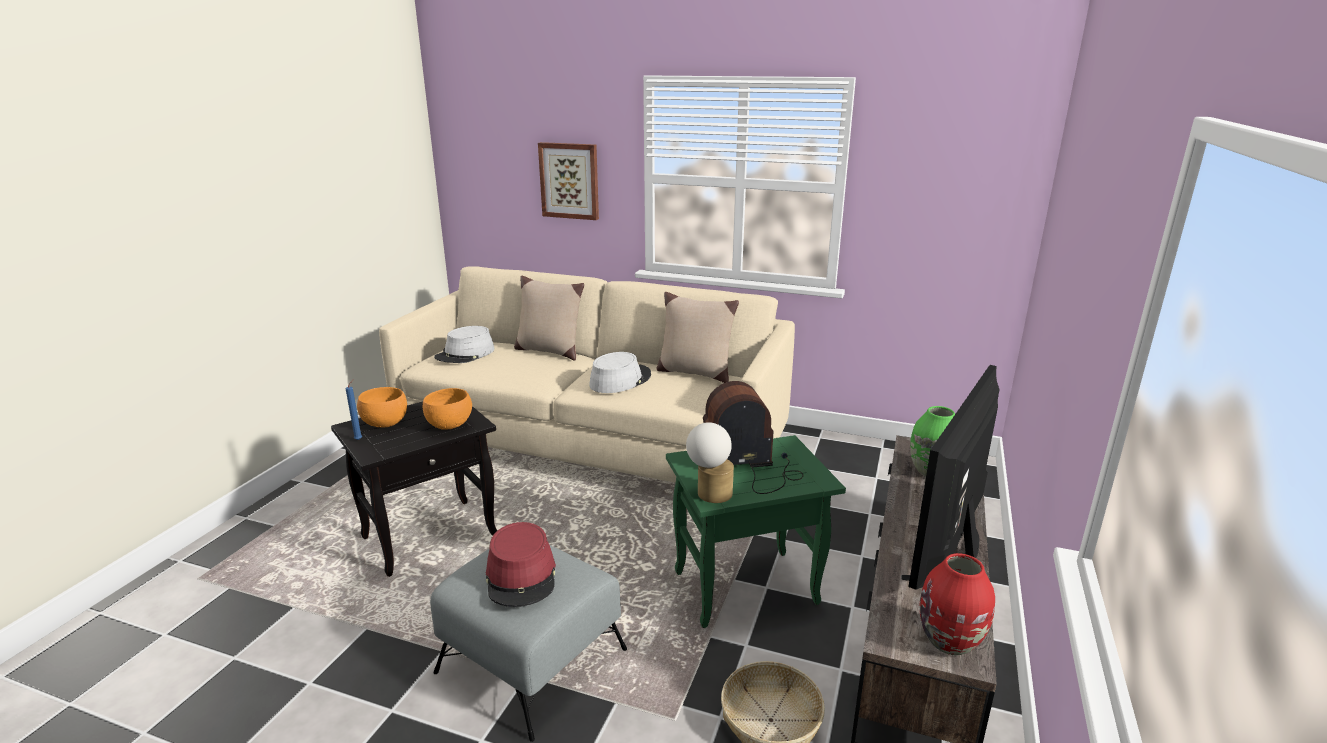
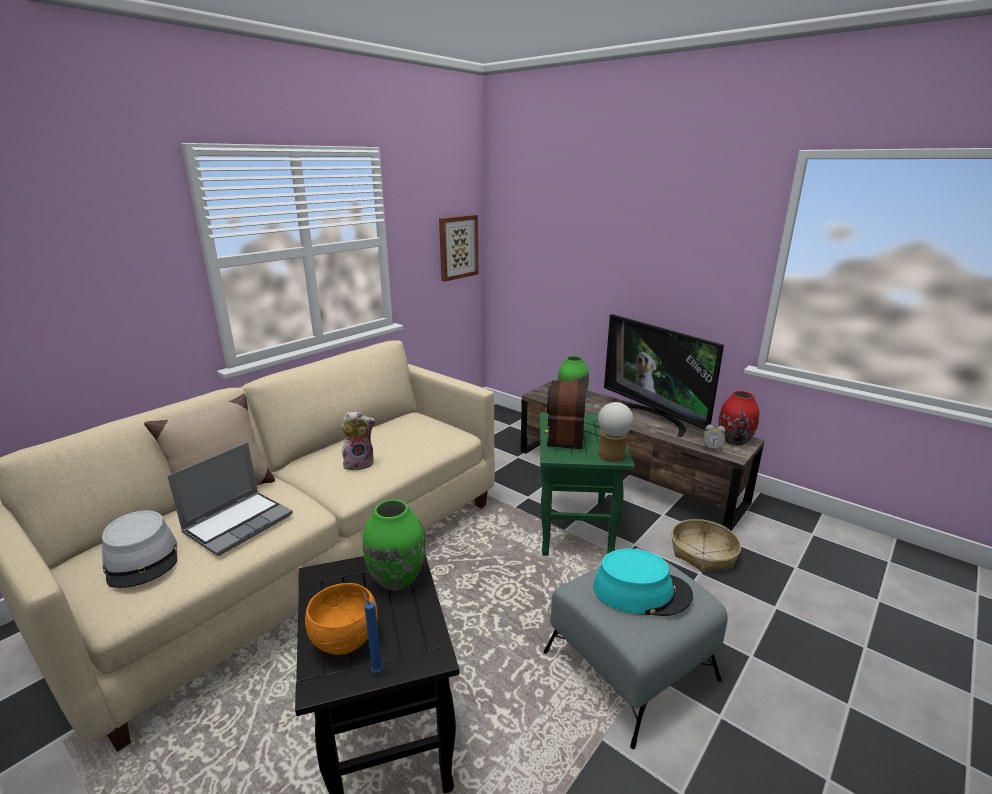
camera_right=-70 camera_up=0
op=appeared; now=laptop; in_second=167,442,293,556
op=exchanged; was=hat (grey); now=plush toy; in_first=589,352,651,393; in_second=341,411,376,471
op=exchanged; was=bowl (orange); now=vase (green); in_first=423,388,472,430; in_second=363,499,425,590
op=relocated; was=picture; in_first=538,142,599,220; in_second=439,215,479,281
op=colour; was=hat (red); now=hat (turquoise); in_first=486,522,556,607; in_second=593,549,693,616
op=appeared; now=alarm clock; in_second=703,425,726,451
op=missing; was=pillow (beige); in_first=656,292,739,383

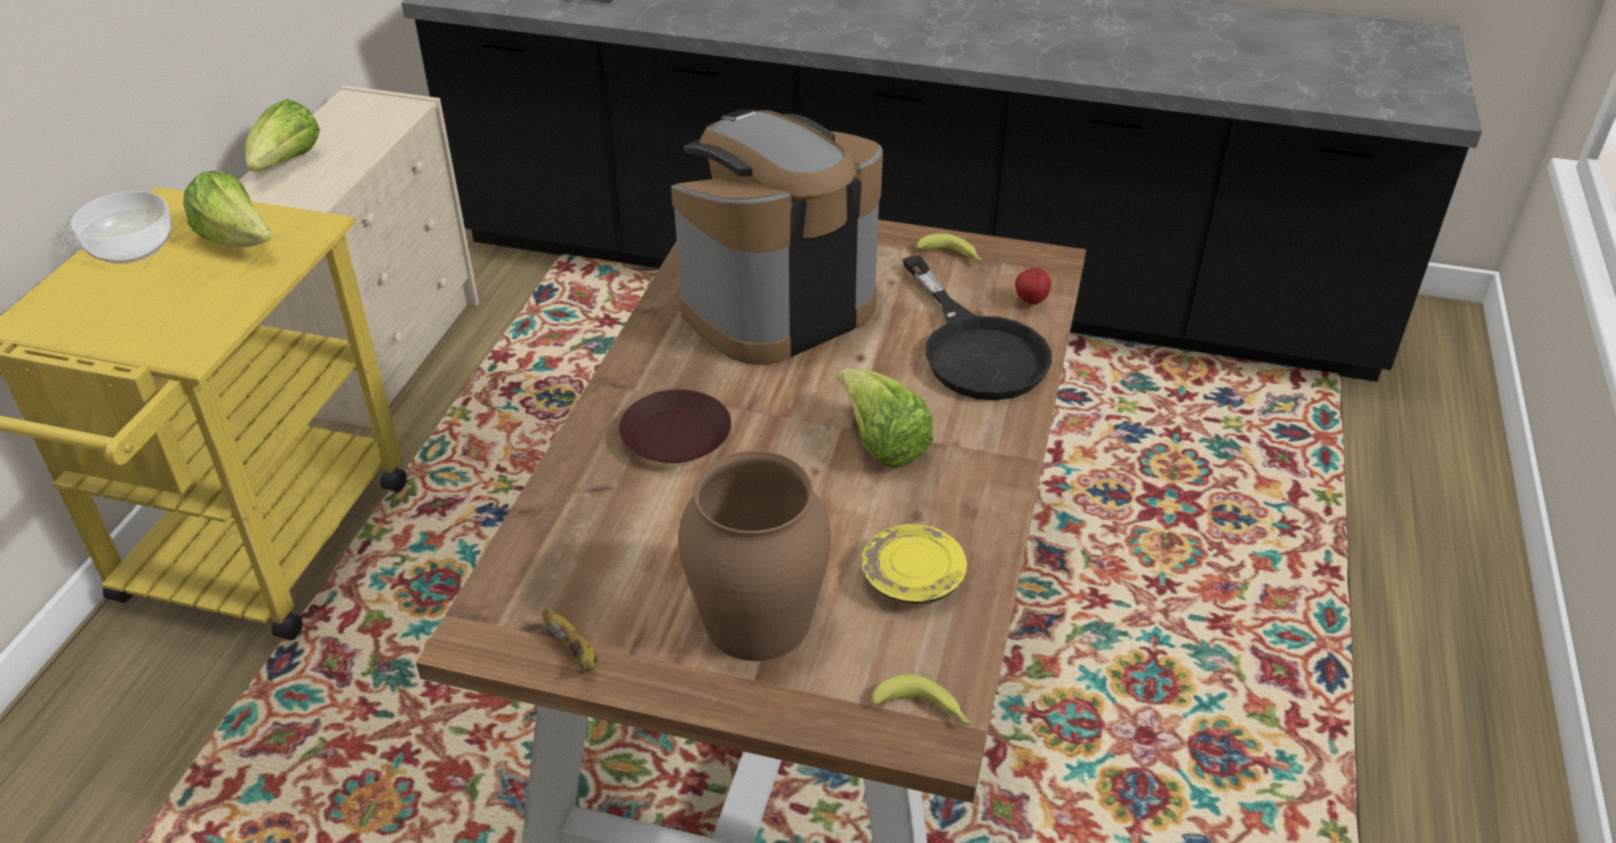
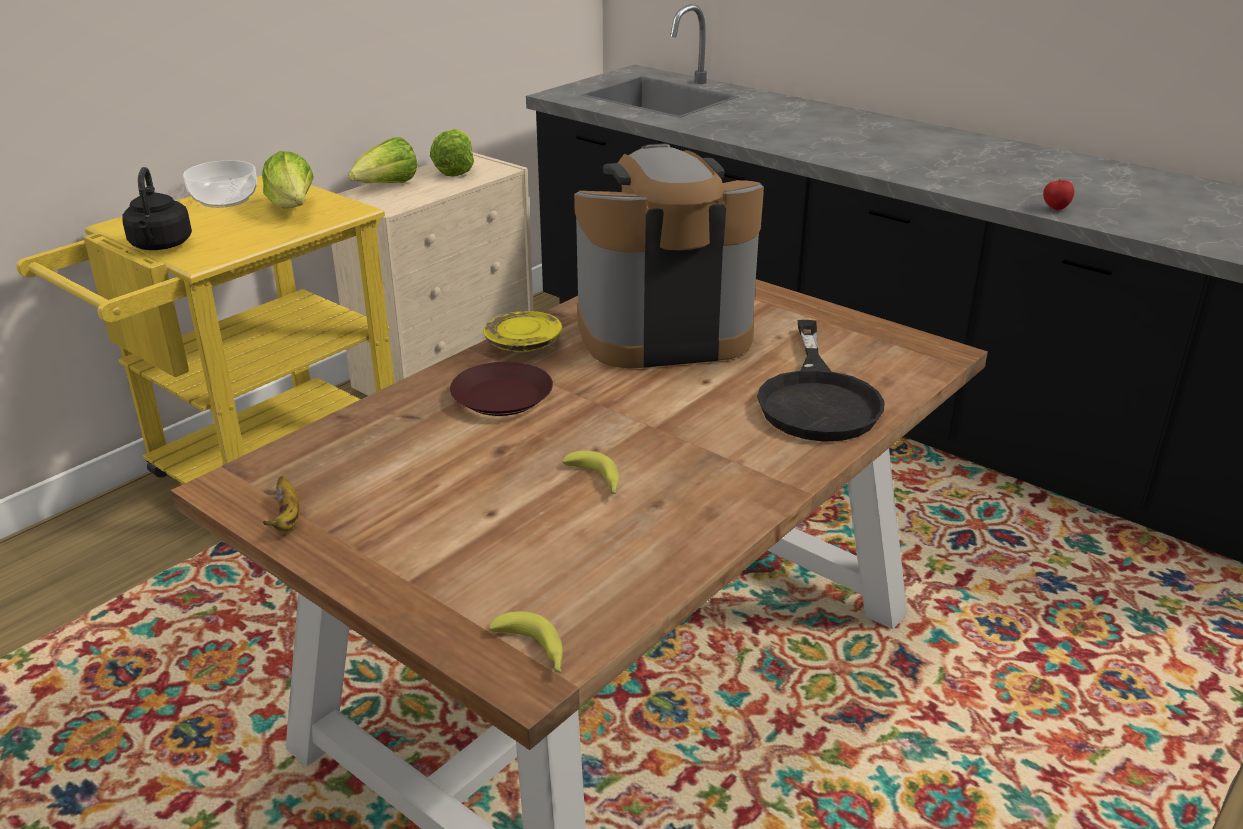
camera_right=25 camera_up=-10
op=appeared; now=kettle (black); in_second=122,167,192,250
op=relocated; was=lettuce; in_first=837,369,933,468; in_second=430,129,474,177
op=relocated; was=plate (yellow); in_first=862,524,967,605; in_second=483,311,562,352
op=relocated; was=banana; in_first=917,233,983,262; in_second=562,451,619,494
op=relocated; was=apple; in_first=1015,268,1051,305; in_second=1043,179,1074,210
op=missing; was=vase (brown); in_first=678,451,831,661

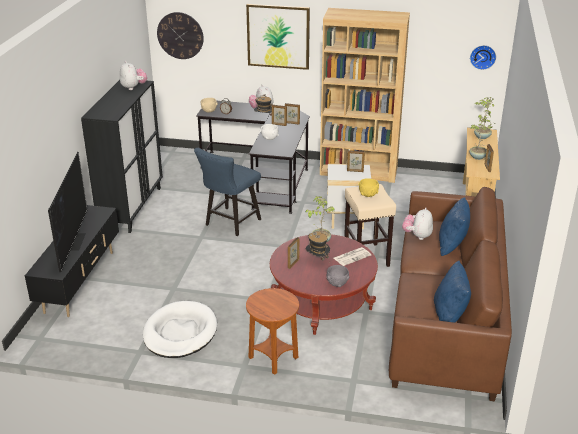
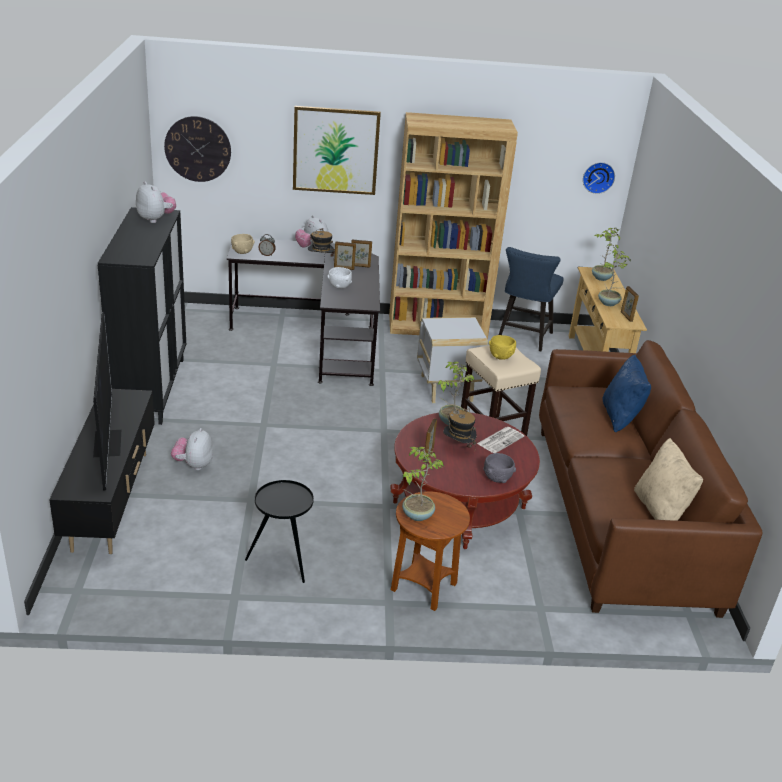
camera_right=-15 camera_up=0
op=relocated; was=plush toy; in_first=402,208,433,240; in_second=171,428,213,470
op=exchanged; was=dog bed (white); now=side table (black); in_first=143,301,217,358; in_second=245,480,314,583
op=appeared; now=potted plant; in_second=402,447,444,521
op=relocated; was=chair (blue); in_first=194,148,261,236; in_second=499,247,563,351
op=colour; was=pillow (blue); now=pillow (beige); in_first=434,261,471,323; in_second=634,438,703,521
op=missing; was=picture frame; in_first=347,150,365,172

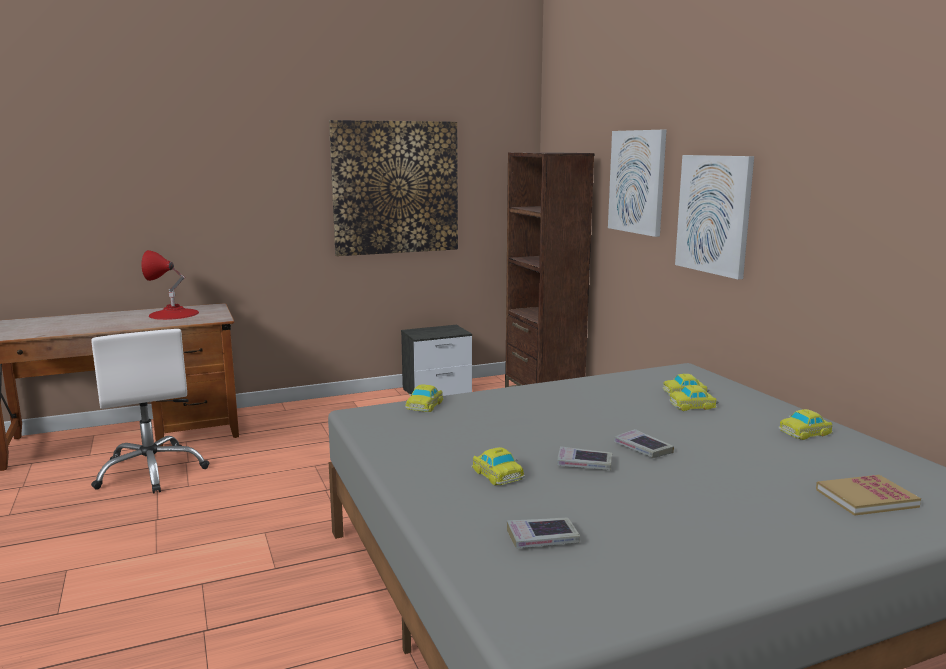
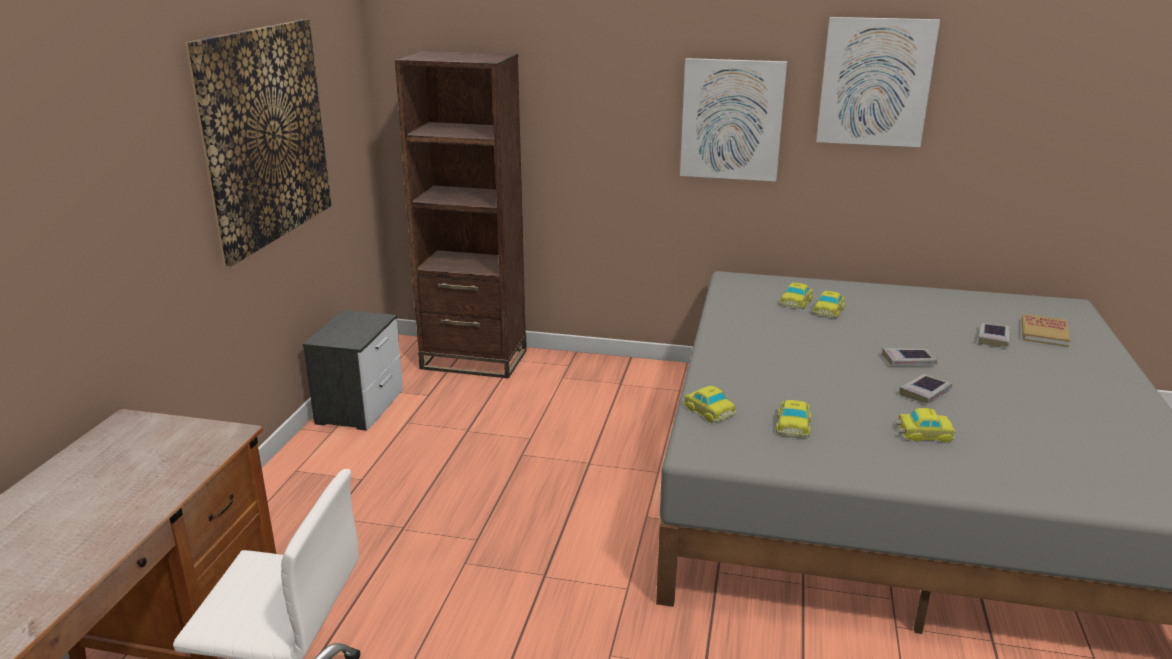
camera_right=-55 camera_up=10
op=relocated; was=toy car; in_first=779,409,833,440; in_second=776,400,811,437
op=relocated; was=picture; in_first=608,130,666,237; in_second=816,17,940,147
op=relocated; was=book; in_first=507,518,580,548; in_second=978,323,1010,347
op=missing; was=table lamp (red); in_first=141,250,199,320

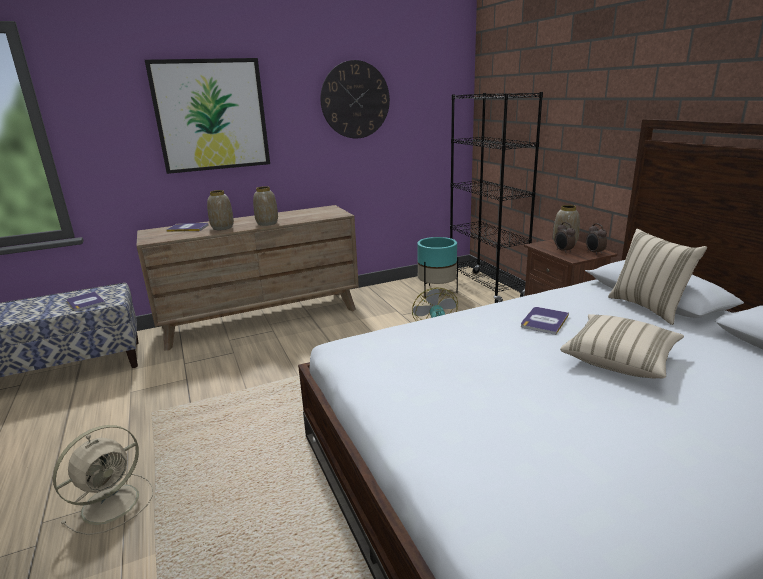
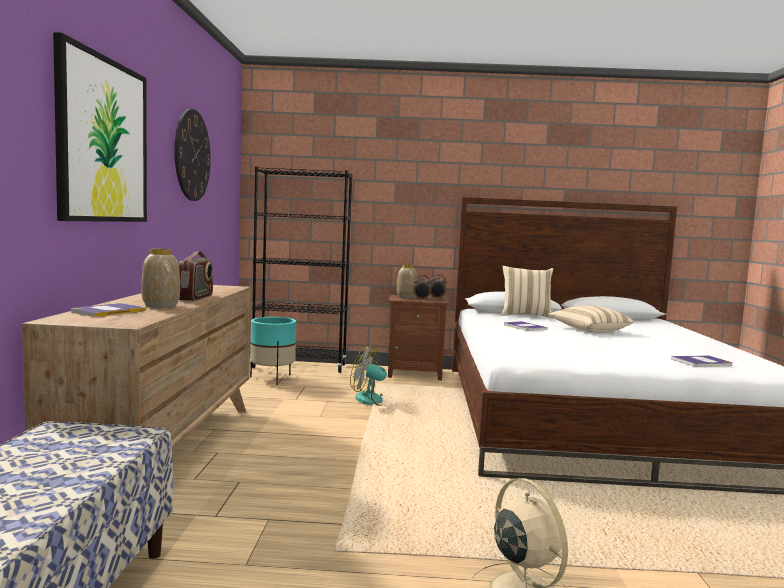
camera_right=-65 camera_up=-15
op=exchanged; was=vase; now=radio; in_first=253,186,278,226; in_second=178,251,213,301
op=relocated; was=book; in_first=66,291,106,311; in_second=671,355,733,367

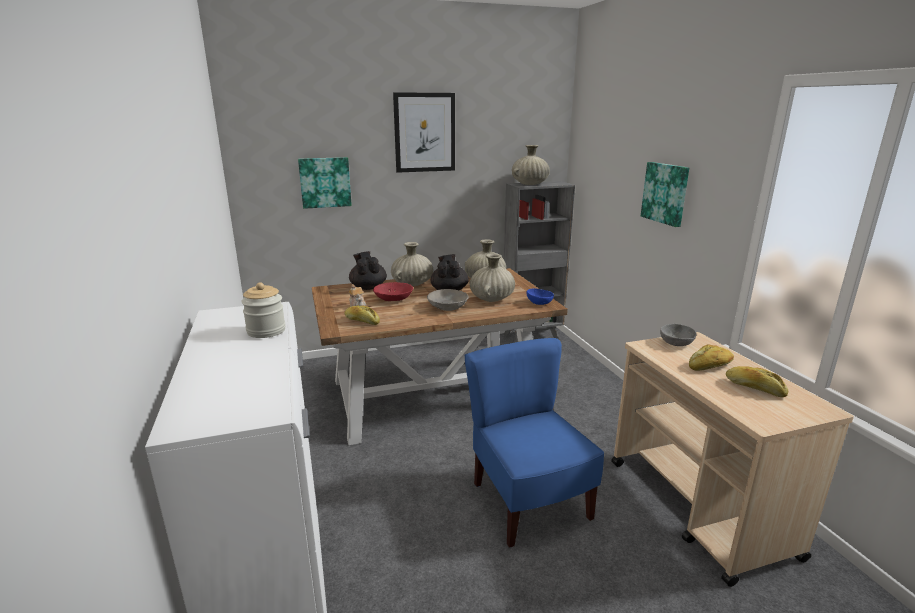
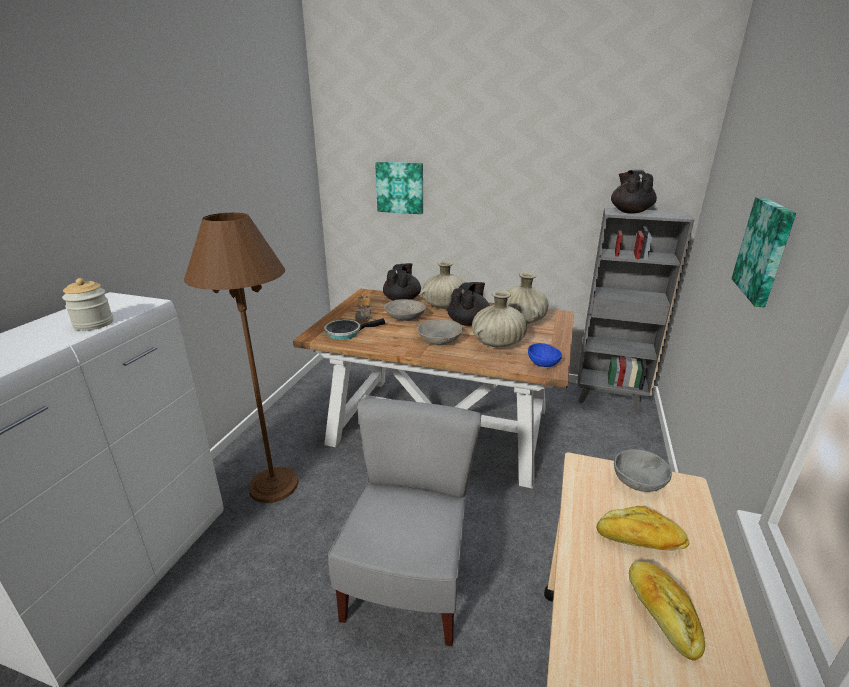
camera_right=35 camera_up=5
op=appeared; now=floor lamp (brown); in_second=184,213,299,503
op=exchanged; was=bread; now=frying pan; in_first=345,306,380,325; in_second=324,318,385,340
op=colour; was=chair (blue); now=chair (grey); in_first=465,338,604,548; in_second=328,398,481,647
op=colour; was=bowl (red); now=bowl (grey); in_first=373,282,413,301; in_second=384,299,426,321
op=exchanged; was=vase (beige); now=teapot (black); in_first=512,145,550,185; in_second=611,169,657,214
op=missing; was=picture; in_first=393,92,455,173

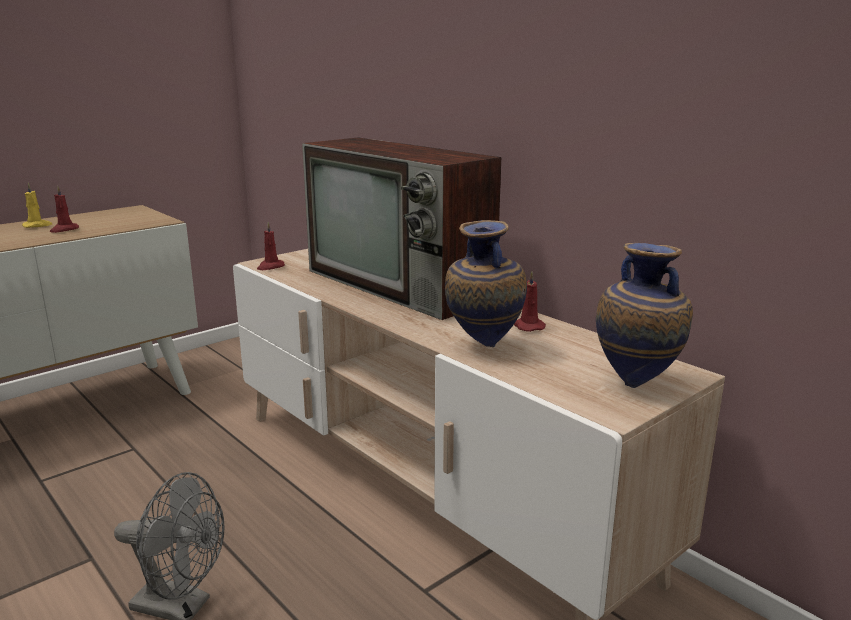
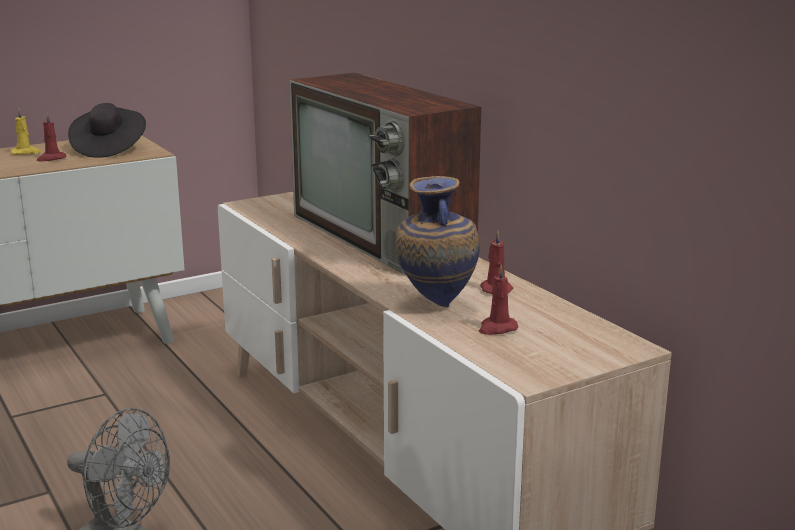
camera_right=10 camera_up=0
op=appeared; now=hat (black); in_second=68,103,146,158
op=relocated; was=candle (red); in_first=257,222,285,270; in_second=479,264,518,335
op=missing; was=vase; in_first=596,243,693,388

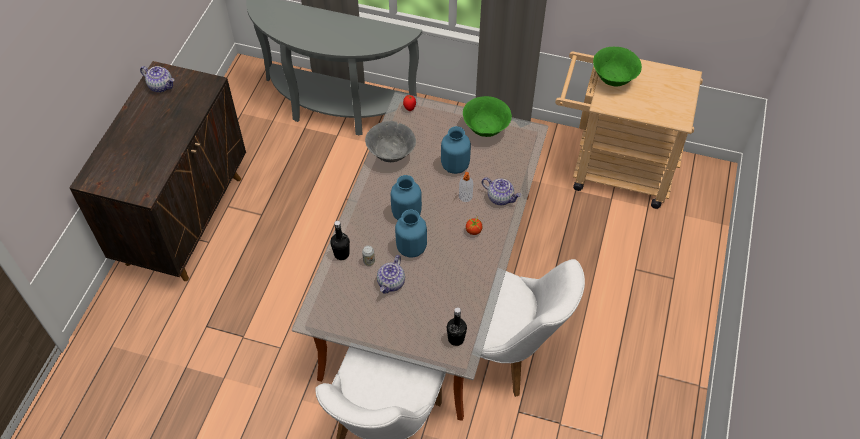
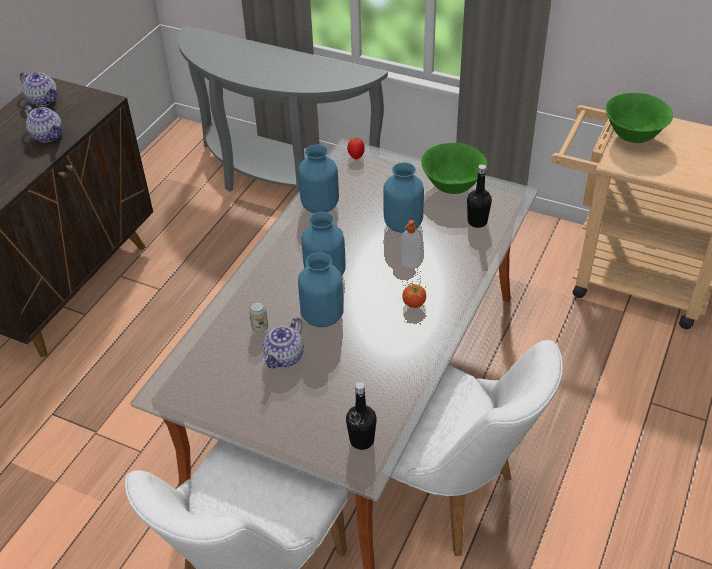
camera_right=10 camera_up=-10
op=relocated; was=teapot; in_first=482,177,521,205; in_second=24,105,62,143
op=exchanged; was=bowl (grey); now=vase (blue); in_first=365,121,416,162; in_second=298,145,339,213
op=relocated; was=bottle (black); in_first=330,220,350,260; in_second=467,164,492,228

